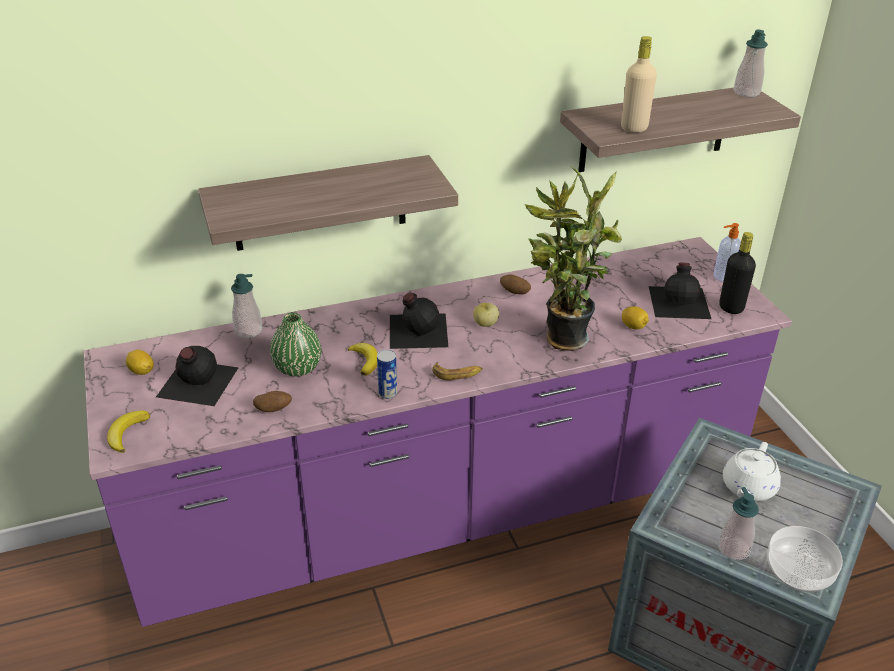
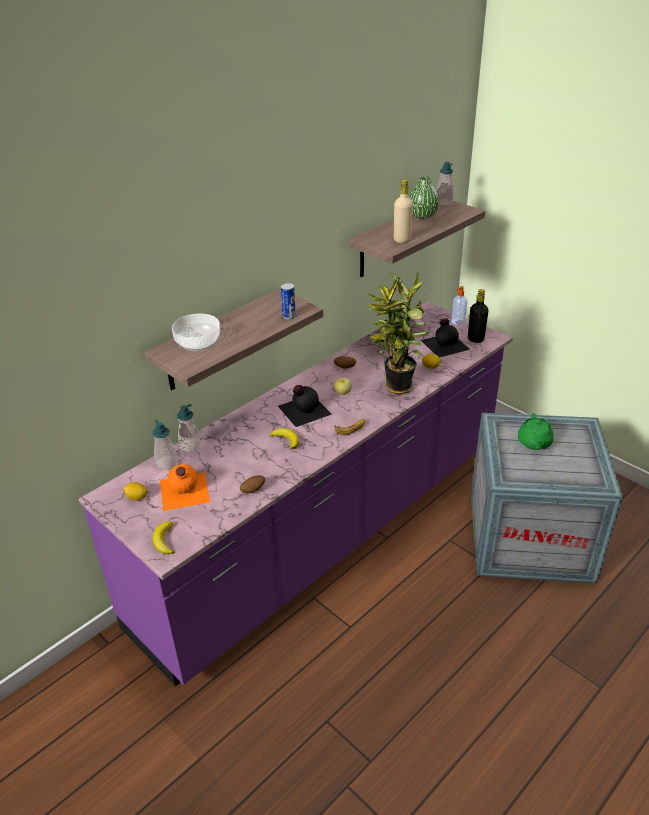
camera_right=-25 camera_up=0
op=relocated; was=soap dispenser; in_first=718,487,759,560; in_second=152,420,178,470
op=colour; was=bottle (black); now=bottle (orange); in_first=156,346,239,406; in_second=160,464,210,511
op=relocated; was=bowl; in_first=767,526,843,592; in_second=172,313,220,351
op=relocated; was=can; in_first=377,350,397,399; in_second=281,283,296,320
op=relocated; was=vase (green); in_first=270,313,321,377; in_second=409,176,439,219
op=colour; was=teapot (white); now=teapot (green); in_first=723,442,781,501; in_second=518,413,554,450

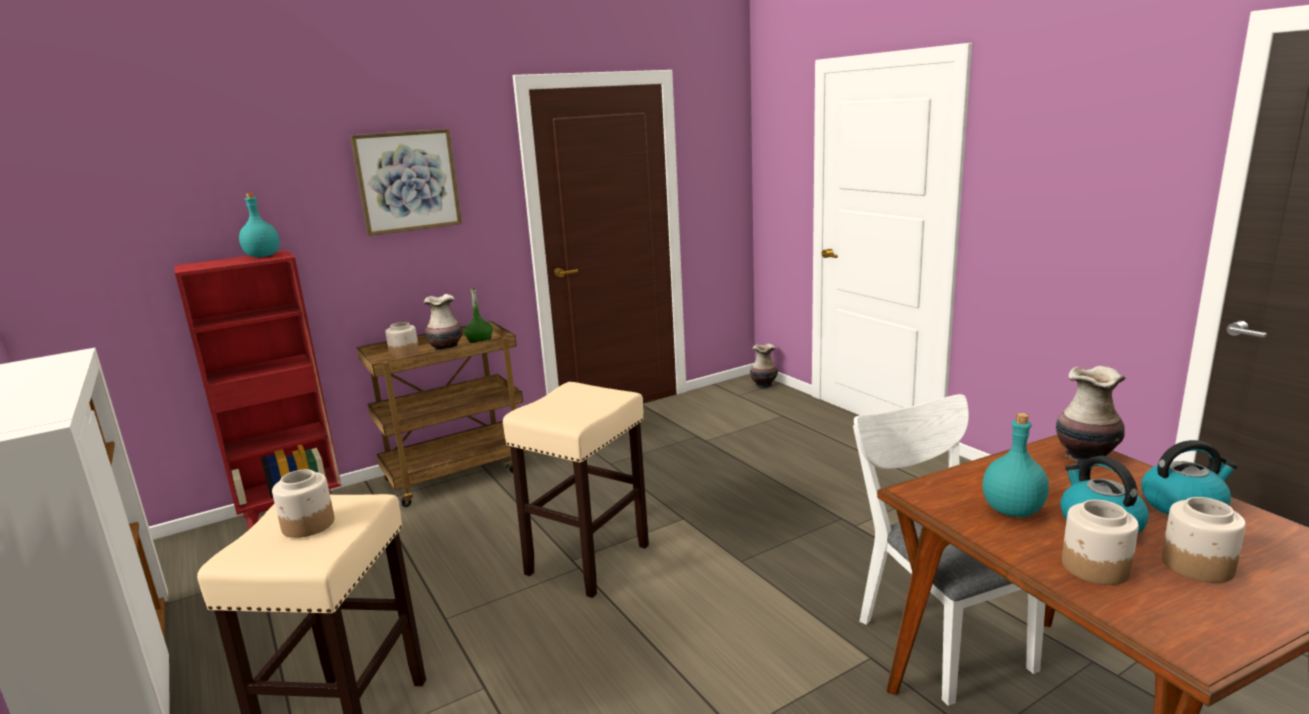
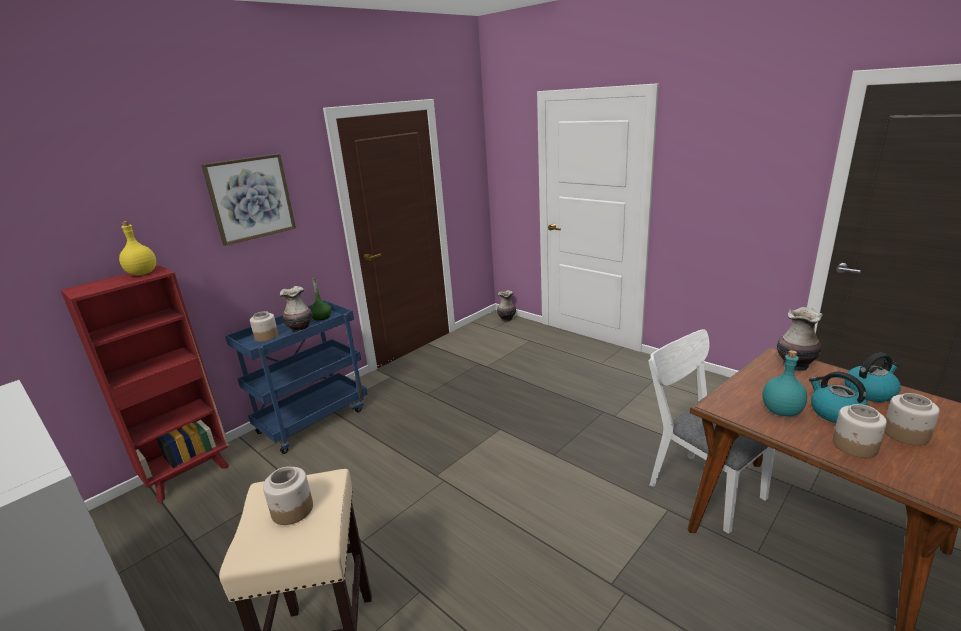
camera_right=-15 camera_up=5
op=colour; was=bottle (turquoise); now=bottle (yellow); in_first=239,193,280,257; in_second=119,221,156,276
op=colour; was=cart (brown); now=cart (blue); in_first=357,321,529,507; in_second=225,300,367,454
op=missing; was=stool (beige); in_first=503,382,649,598

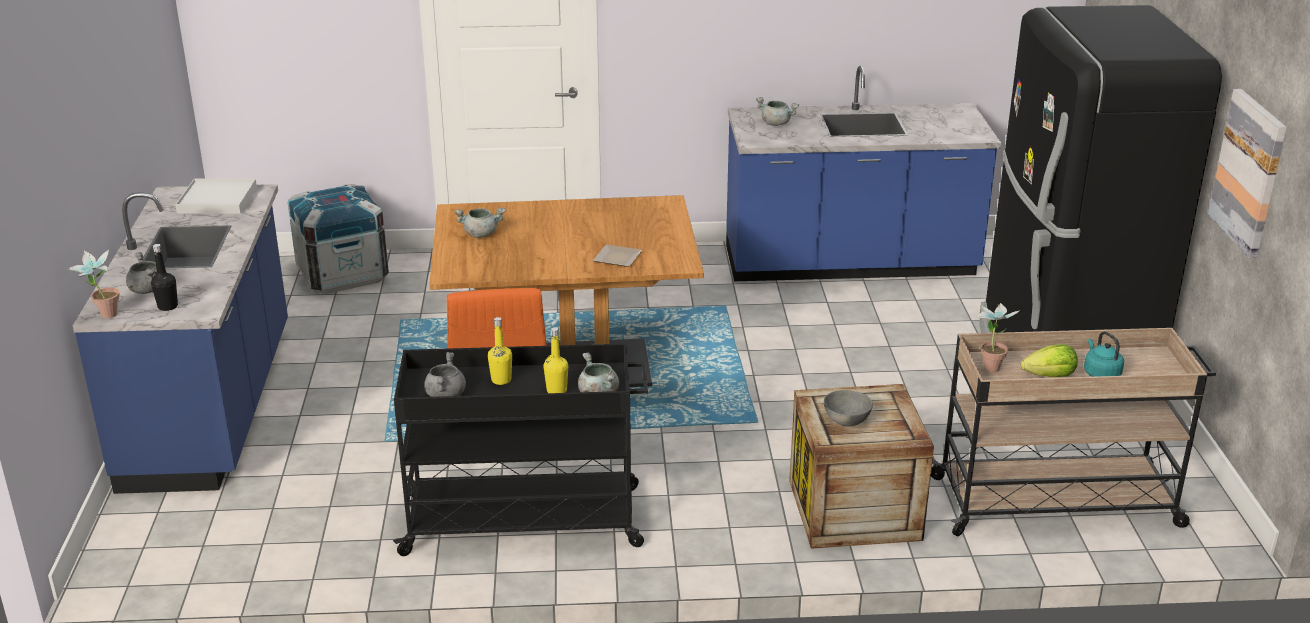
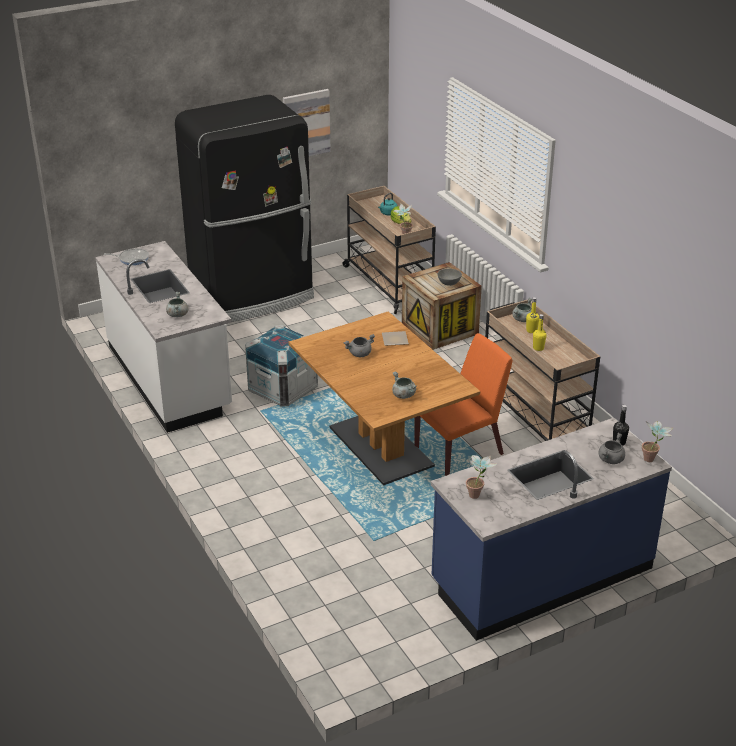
camera_right=-115 camera_up=5
op=colour; was=counter (blue); now=counter (white); in_first=726,66,1001,281; in_second=95,241,232,433
op=appeared; now=frying pan; in_second=104,248,149,265
op=relocated; was=crate; in_first=288,184,389,294; in_second=245,325,318,407
op=relocated; was=cooking pot (grey); in_first=424,352,466,397; in_second=343,334,375,357
op=exchanged; was=tray (white); now=potted plant; in_first=175,179,257,214; in_second=466,455,497,499
op=colour; was=cart (black); now=cart (beige); in_first=393,344,648,556; in_second=485,300,600,441

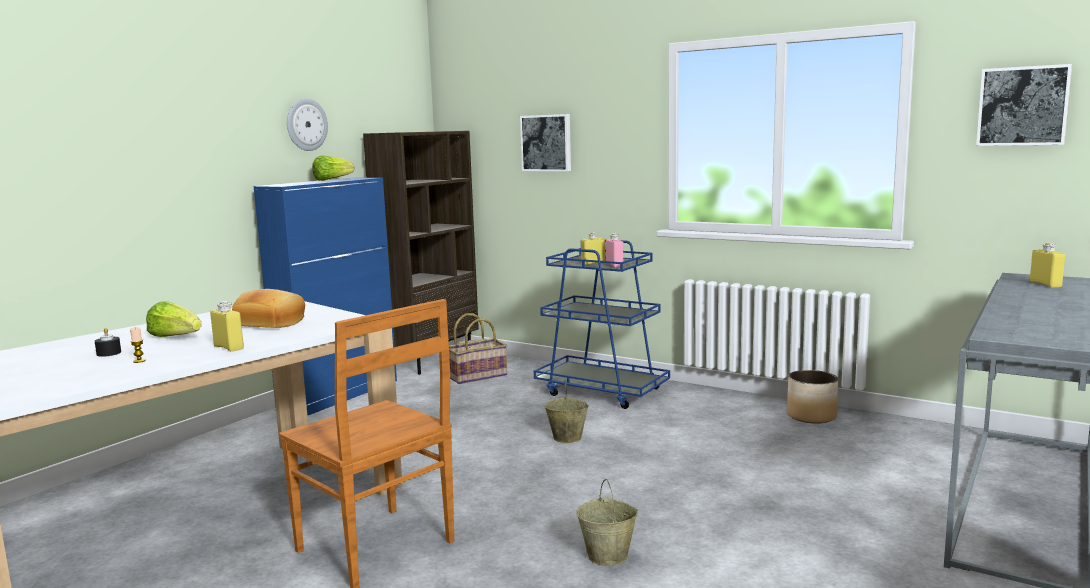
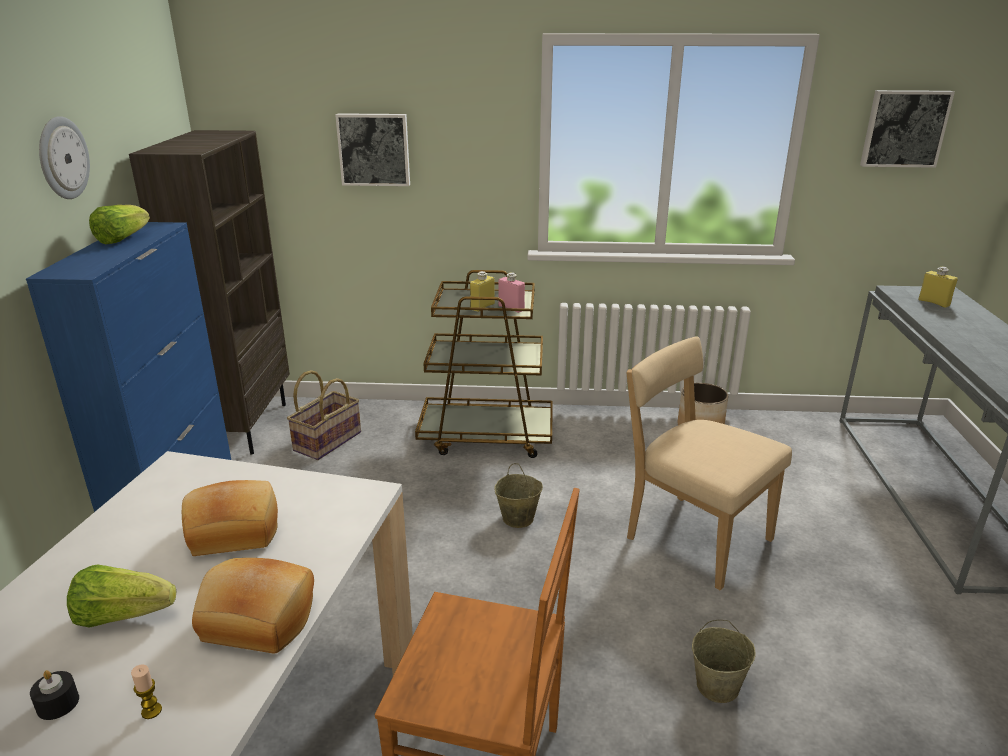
camera_right=-30 camera_up=15
op=exchanged; was=bottle (yellow); now=bread; in_first=210,301,244,352; in_second=192,558,314,654
op=colour; was=cart (blue); now=cart (brown); in_first=534,239,670,409; in_second=415,270,552,458
op=appeared; now=chair (beige); in_second=626,336,792,590

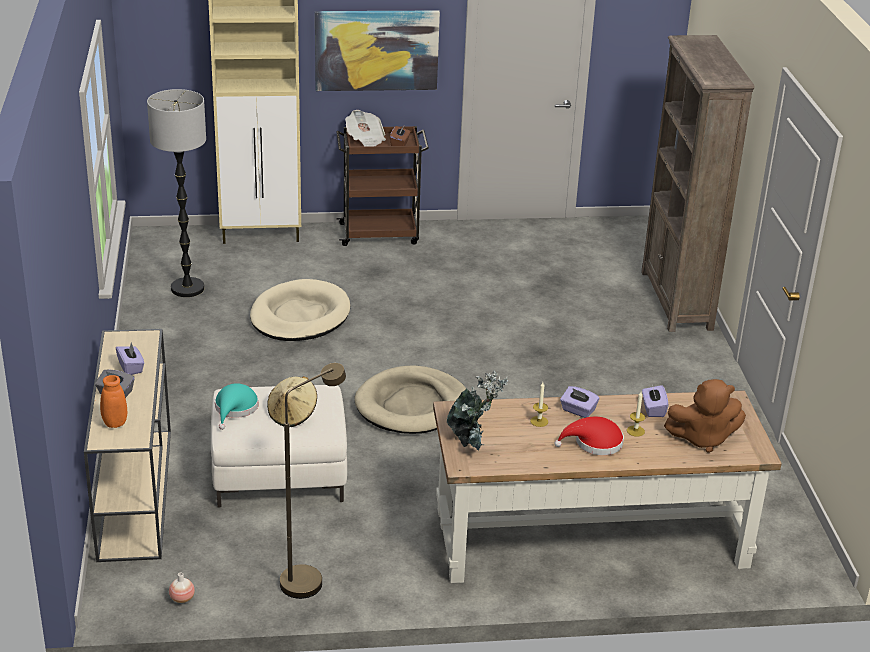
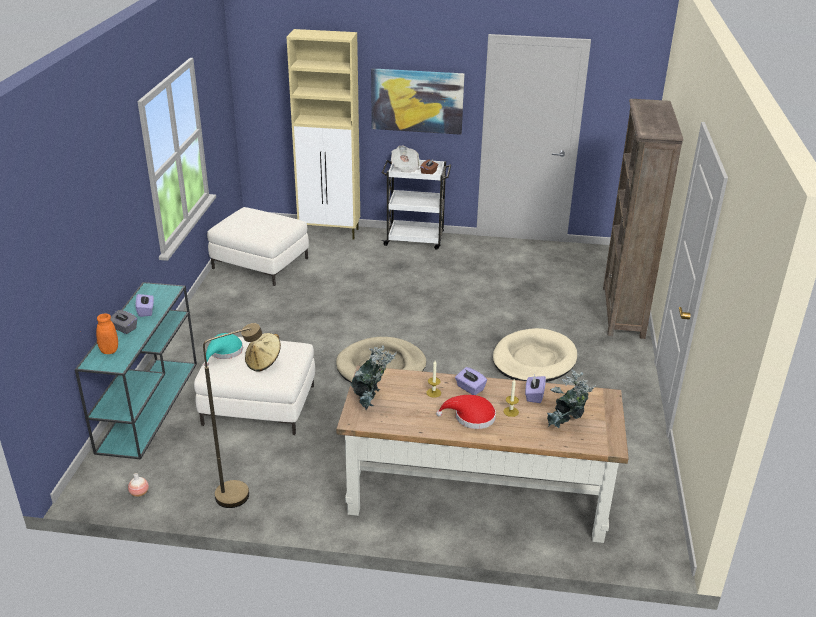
camera_right=15 camera_up=0
op=colour; was=console table (beige); now=console table (turquoise); in_first=84,329,171,562; in_second=75,282,197,459
op=exchanged; was=floor lamp; now=ottoman (white); in_first=147,89,206,297; in_second=207,207,309,286
op=colour; was=cart (brown); now=cart (white); in_first=337,126,429,246; in_second=381,160,451,250
op=relocated; was=dog bed (beige); in_first=250,279,350,341; in_second=493,328,577,382
op=exchanged; was=plush toy (brown); now=potted plant; in_first=664,379,746,453; in_second=547,369,596,428

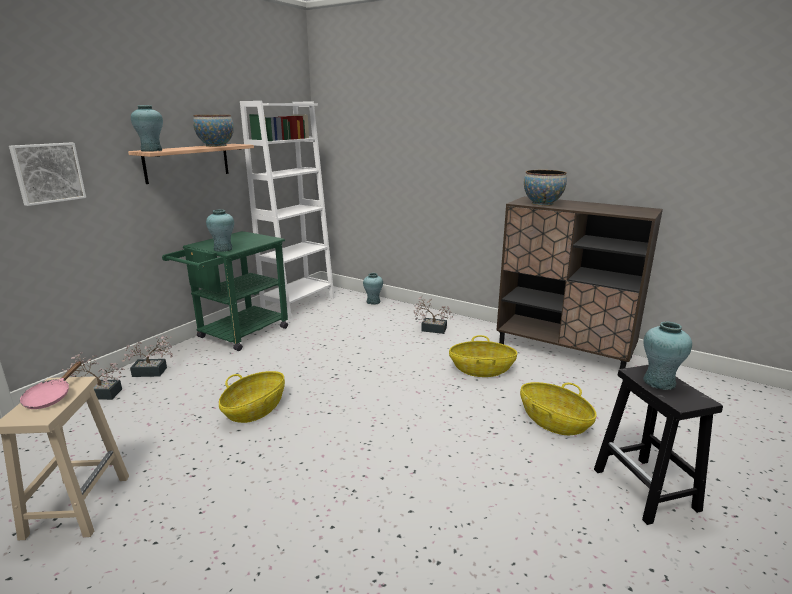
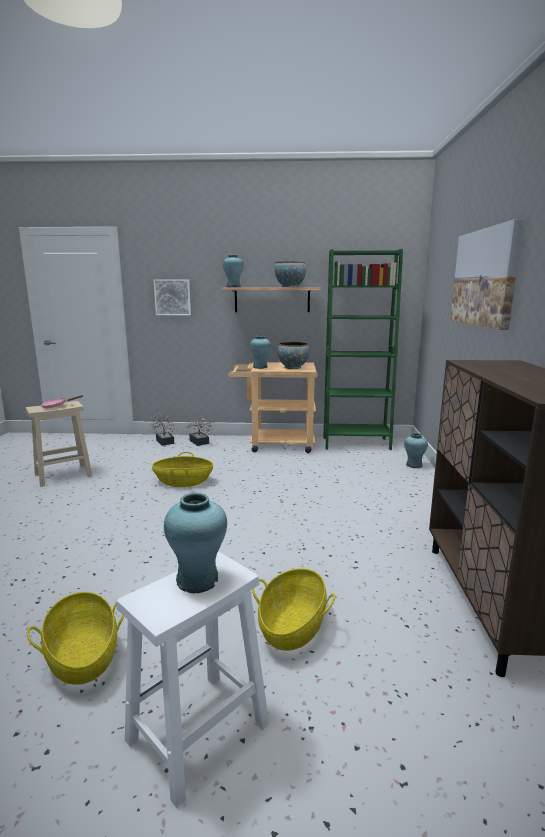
camera_right=60 camera_up=-5
op=relocated; was=basket; in_first=449,335,517,377; in_second=27,592,124,685
op=colour; was=stool (black); now=stool (white); in_first=594,365,723,525; in_second=116,551,269,808
op=colour; was=cart (green); now=cart (beige); in_first=162,231,288,351; in_second=228,362,318,453
op=relocated; was=bowl; in_first=524,170,567,206; in_second=278,342,309,369
op=colour; was=bookcase (white); now=bookcase (green); in_first=240,101,334,319; in_second=323,249,403,450
op=appeared; now=picture; in_second=451,219,524,330
op=missing; was=potted plant; in_first=414,296,453,334

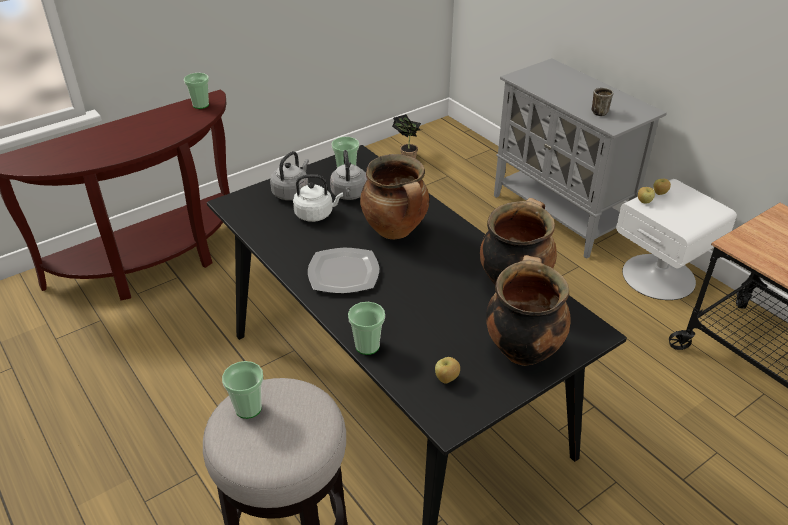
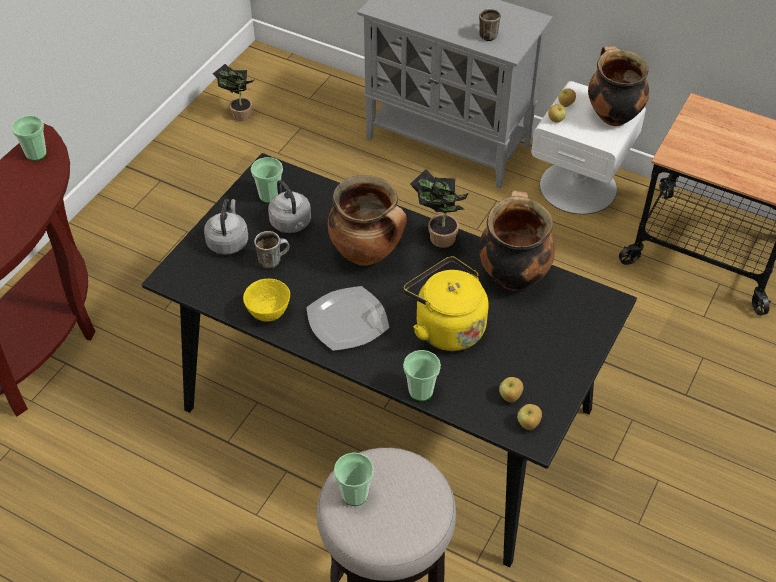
camera_right=-25 camera_up=10
op=appeared; now=bowl (yellow); in_second=243,278,290,321
op=exchanged; was=kettle (white); now=mug; in_first=293,175,343,222; in_second=254,231,290,269
op=appeared; now=kettle (yellow); in_second=404,257,489,351
op=appeared; now=potted plant; in_second=410,169,469,248
op=appeared; now=apple; in_second=517,404,542,430
op=relocated; was=cooking pot; in_first=486,255,571,366; in_second=588,46,649,126

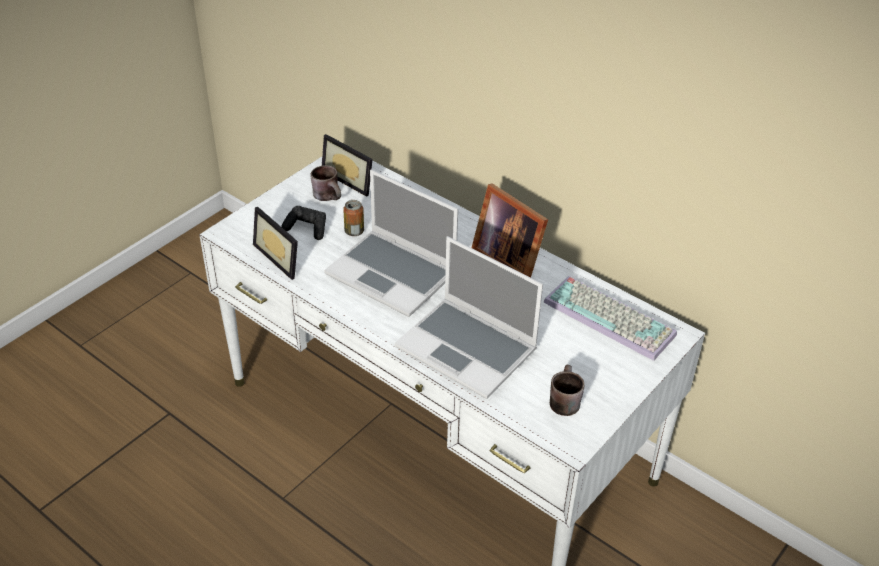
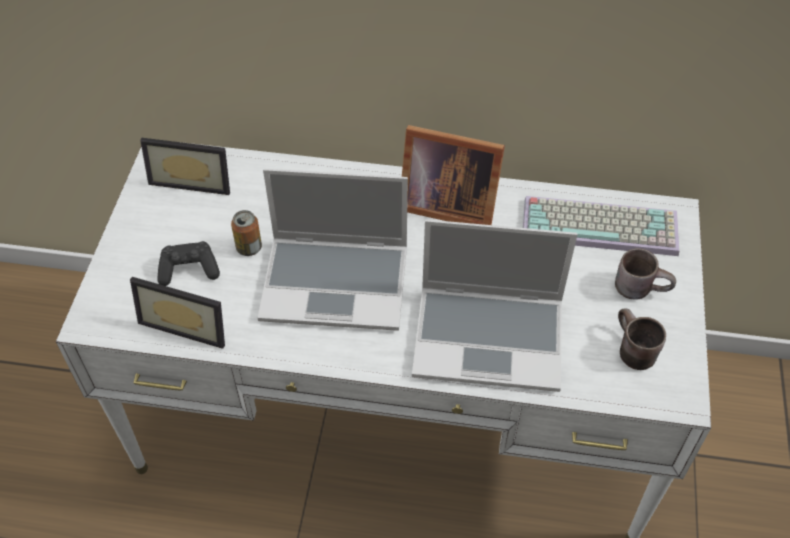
camera_right=-30 camera_up=10
op=relocated; was=mug (brown); in_first=311,165,341,201; in_second=615,248,676,300

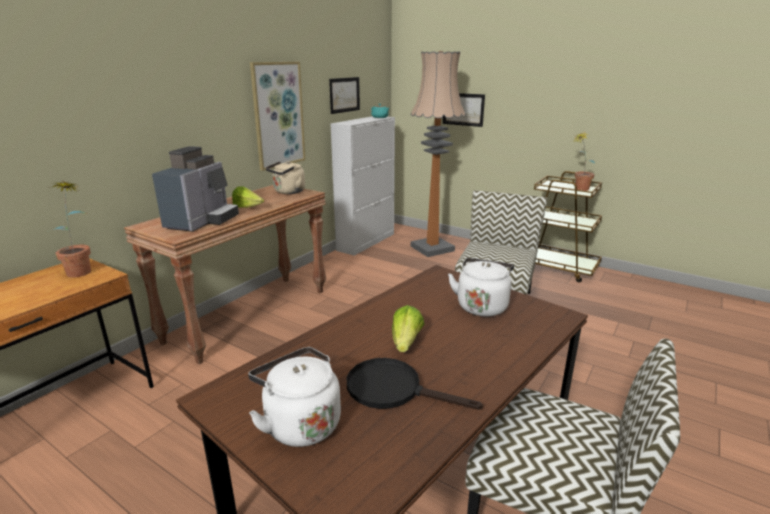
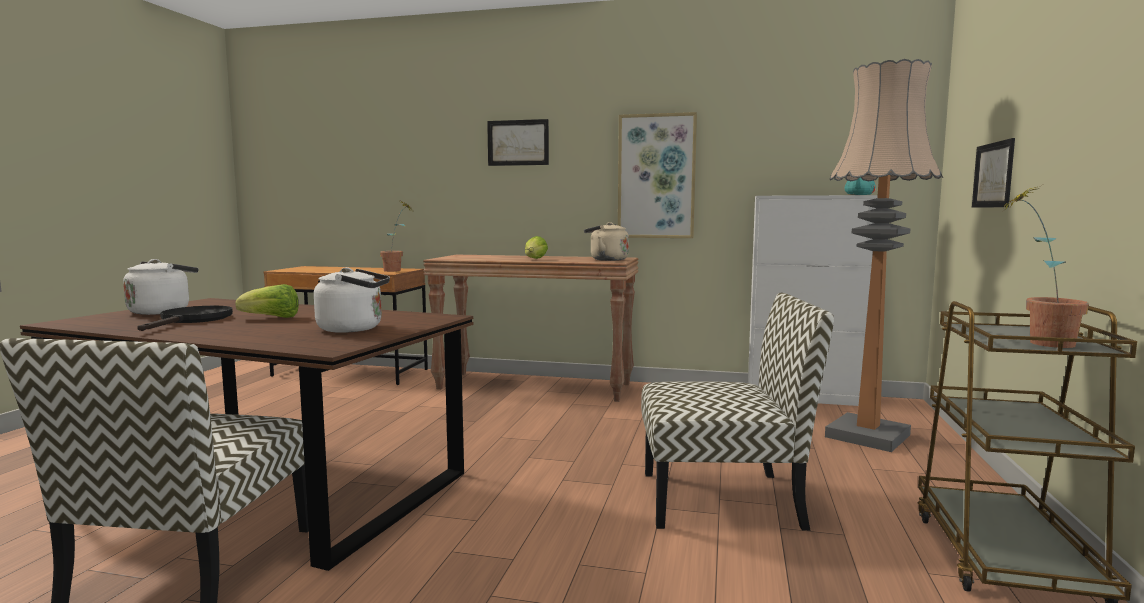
camera_right=70 camera_up=-15
op=relocated; was=picture; in_first=329,77,360,114; in_second=487,119,549,166
op=missing; was=coffee machine; in_first=152,146,239,232

